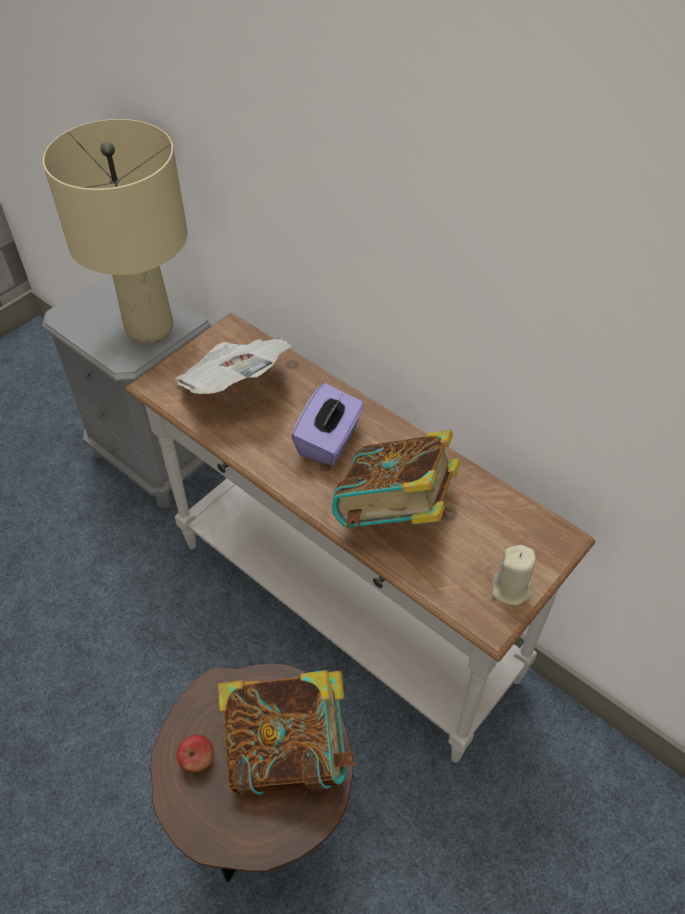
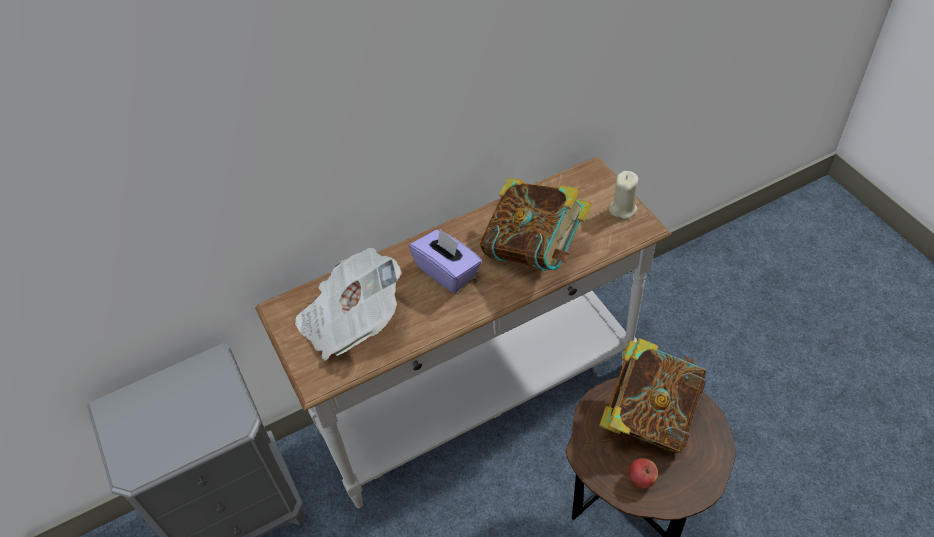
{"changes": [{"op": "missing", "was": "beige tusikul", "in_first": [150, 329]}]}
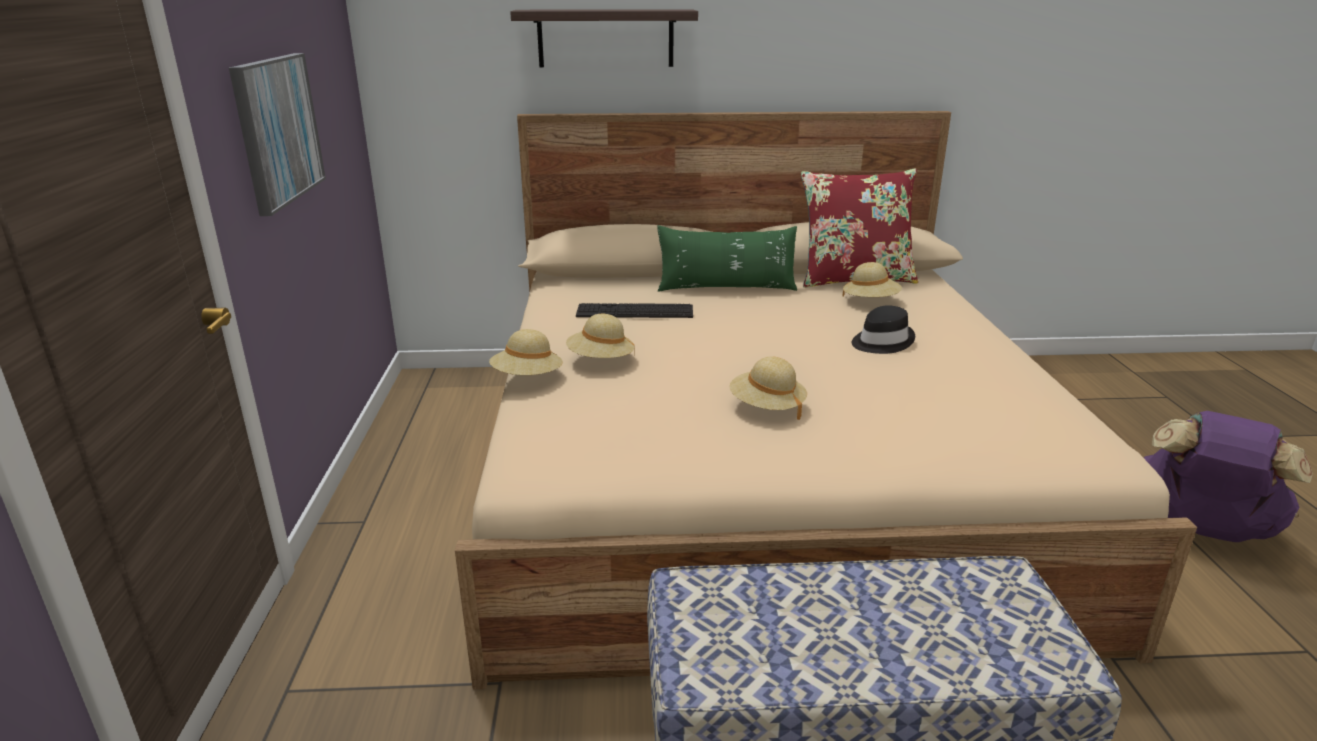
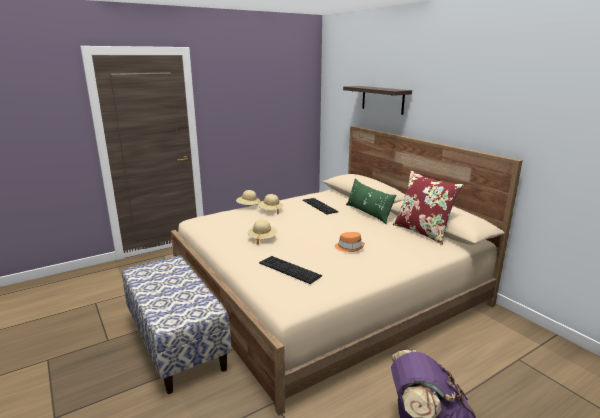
{"changes": [{"op": "appeared", "now": "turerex", "in_second": [289, 269]}, {"op": "colour", "was": "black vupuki", "now": "orange vupuki", "in_first": [881, 342], "in_second": [349, 247]}, {"op": "missing", "was": "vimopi", "in_first": [277, 130]}, {"op": "missing", "was": "beige vupuki", "in_first": [870, 301]}]}
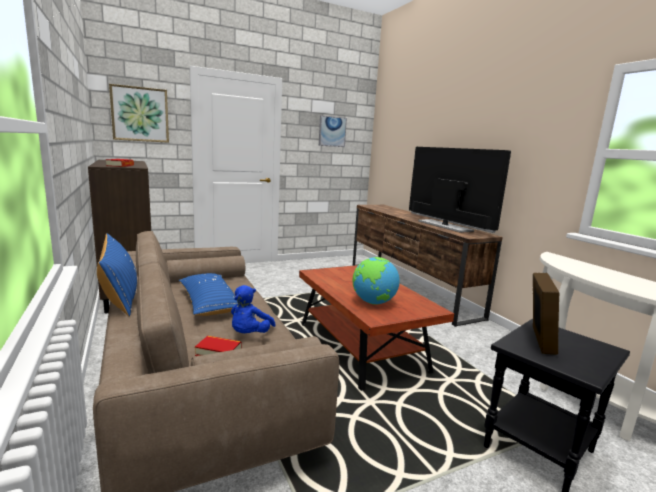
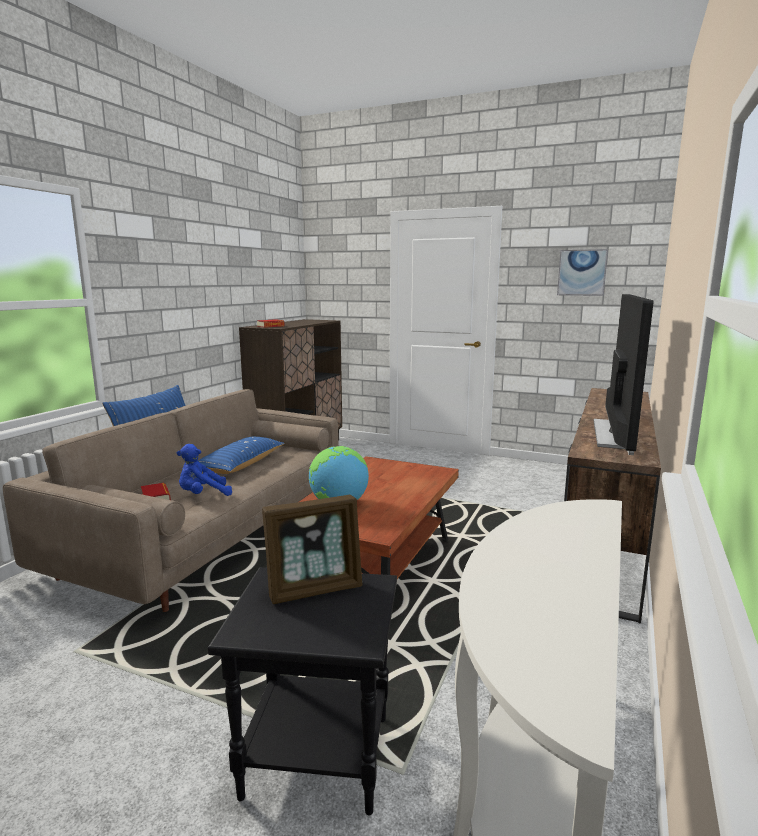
{"changes": [{"op": "missing", "was": "vimopi", "in_first": [140, 114]}]}
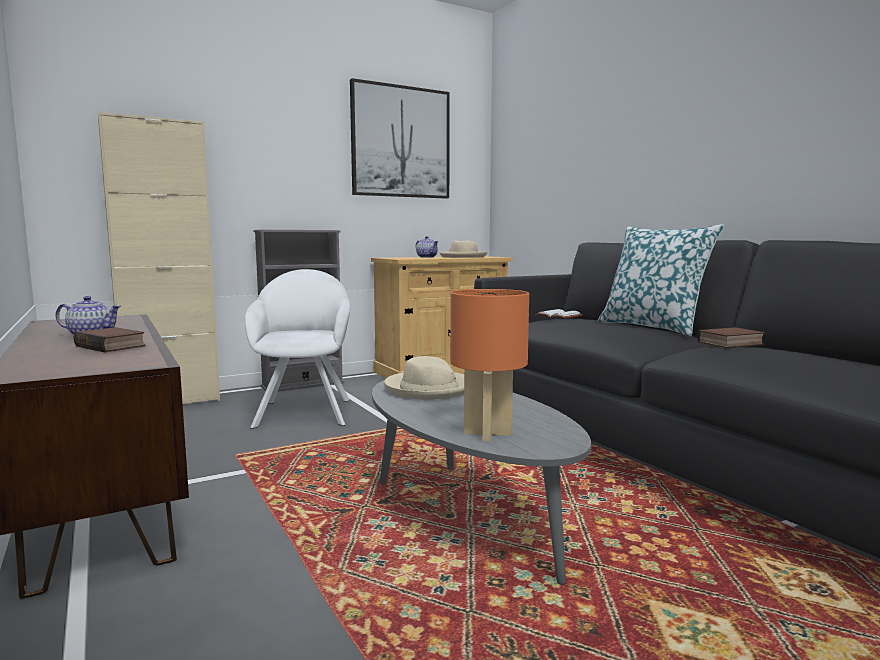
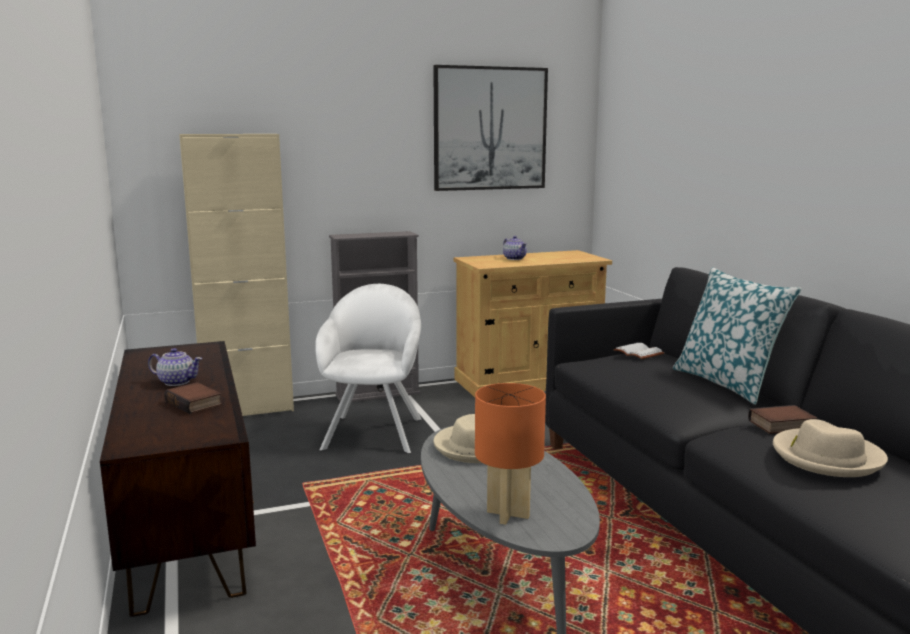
{"changes": [{"op": "relocated", "was": "beige vupuki", "in_first": [463, 257], "in_second": [826, 457]}]}
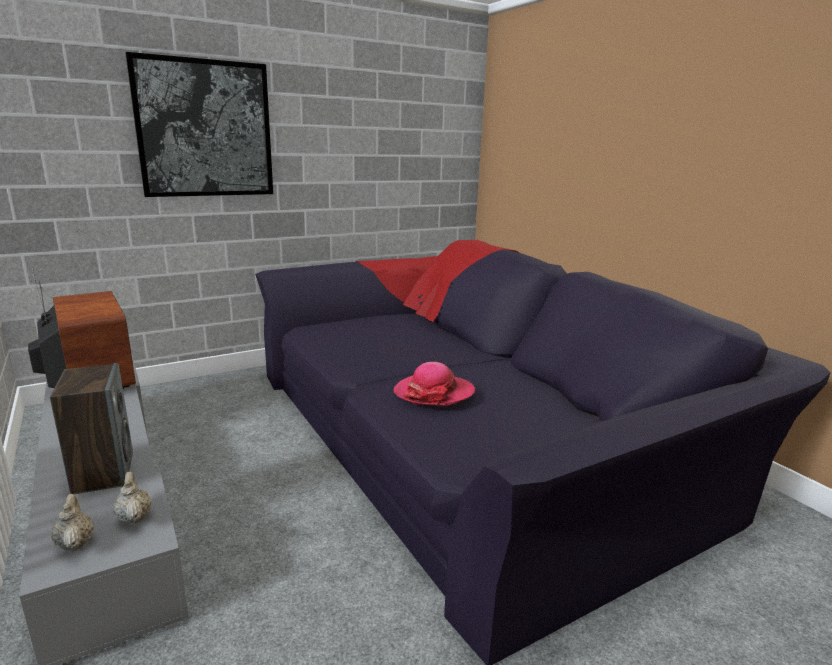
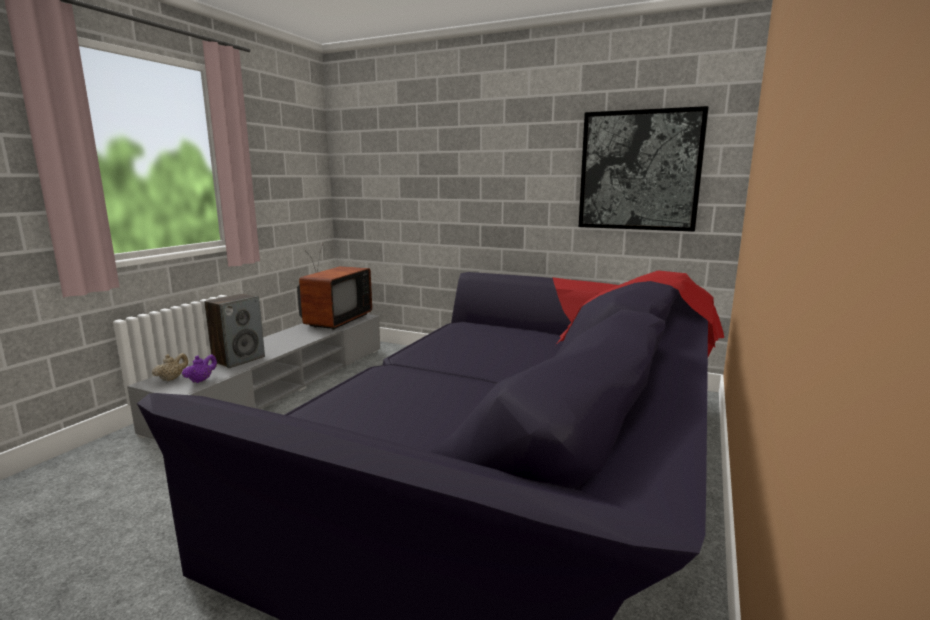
{"changes": [{"op": "colour", "was": "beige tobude", "now": "purple tobude", "in_first": [134, 517], "in_second": [201, 380]}, {"op": "relocated", "was": "vimopi", "in_first": [205, 129], "in_second": [639, 171]}, {"op": "missing", "was": "vupuki", "in_first": [434, 393]}]}
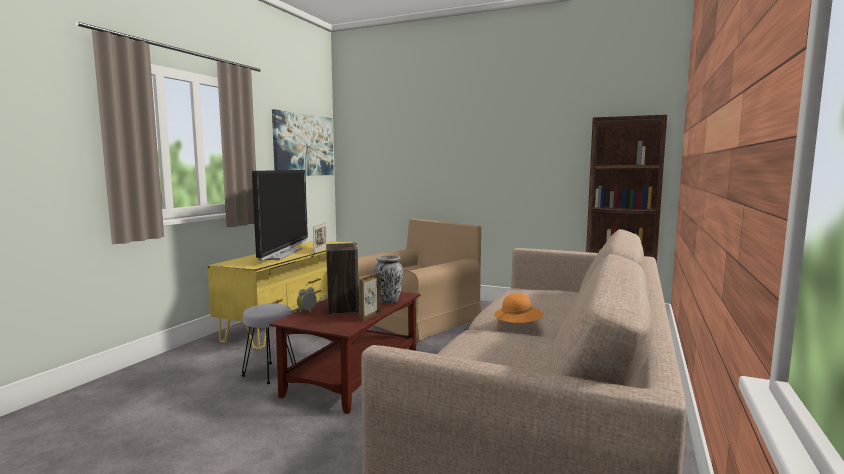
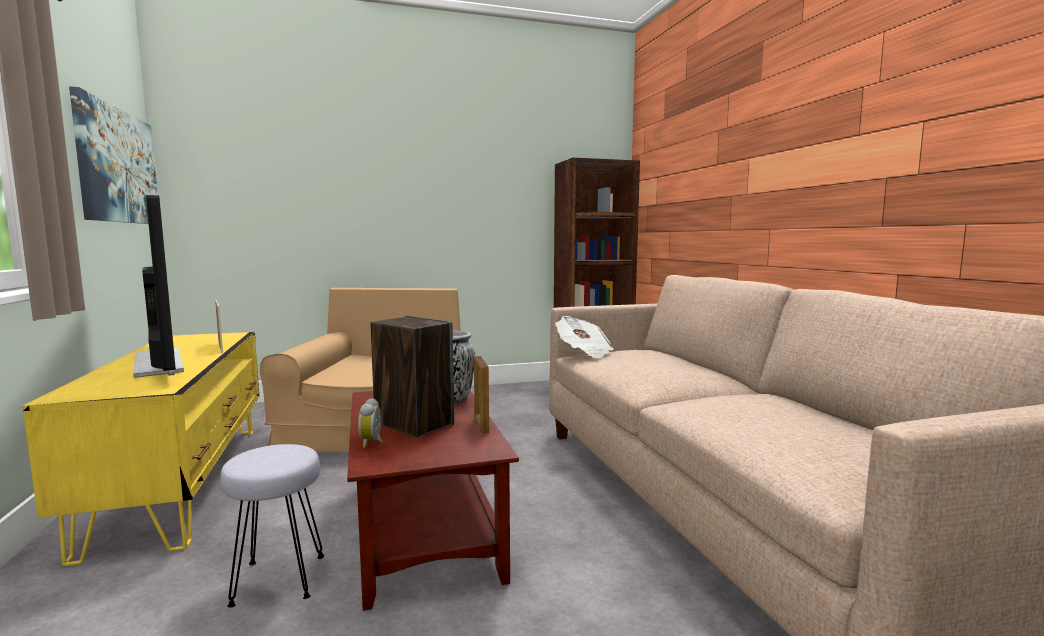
{"changes": [{"op": "appeared", "now": "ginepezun", "in_second": [584, 352]}, {"op": "missing", "was": "orange vupuki", "in_first": [518, 325]}]}
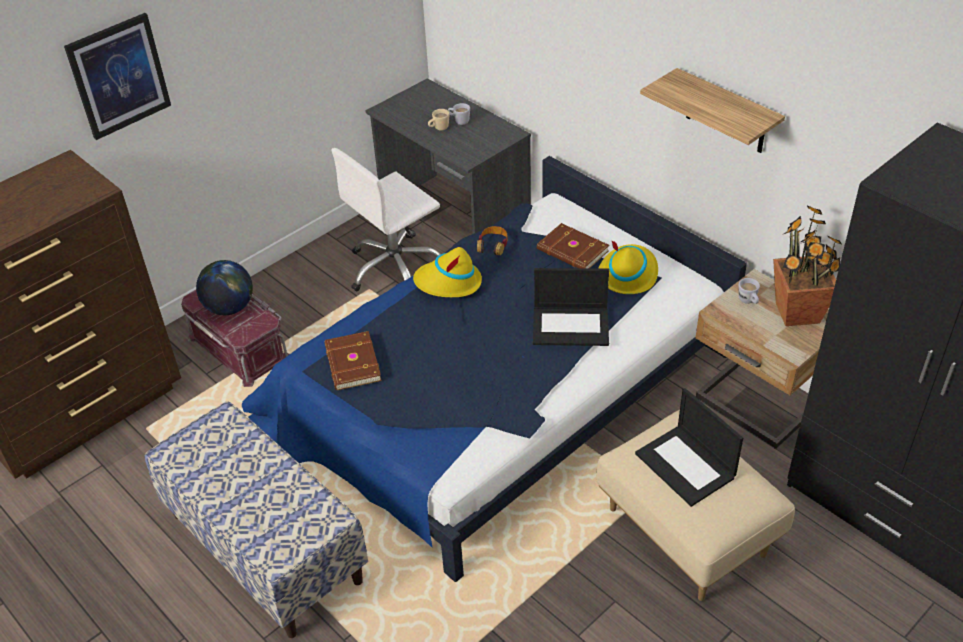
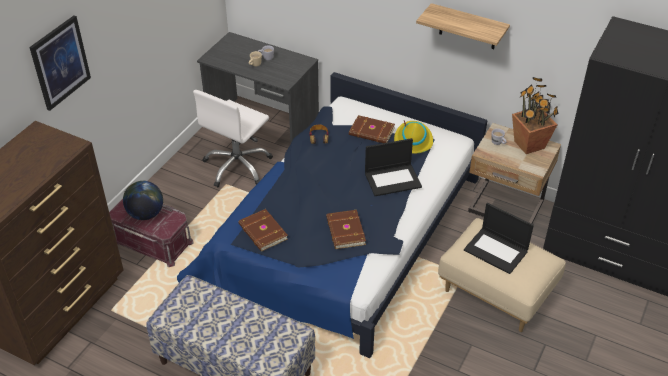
{"changes": [{"op": "appeared", "now": "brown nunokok", "in_second": [345, 231]}, {"op": "missing", "was": "yellow vupuki", "in_first": [448, 283]}]}
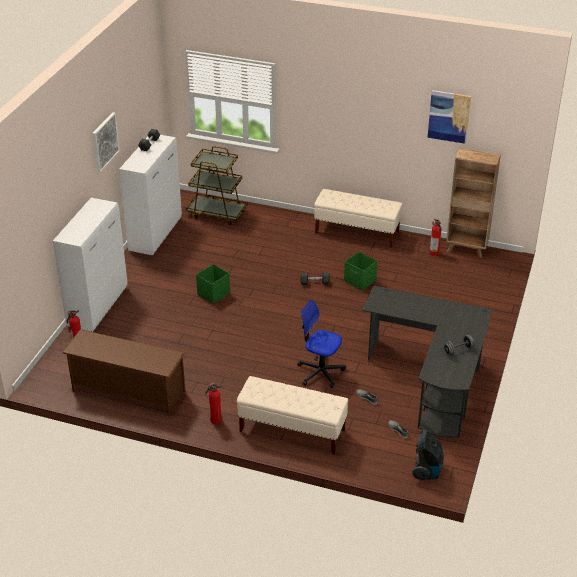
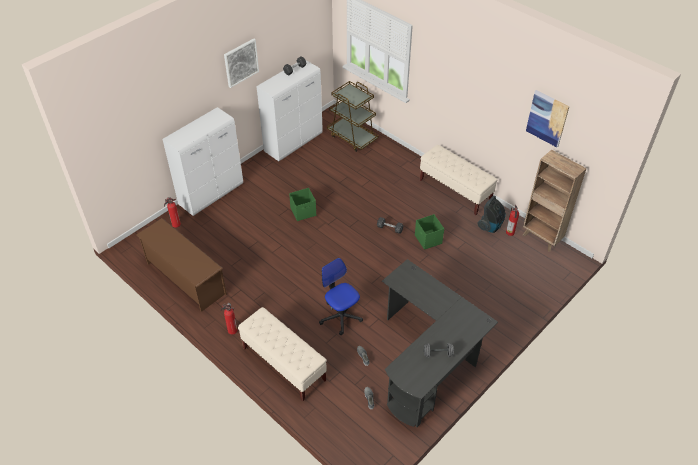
{"changes": [{"op": "relocated", "was": "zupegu", "in_first": [427, 470], "in_second": [491, 226]}]}
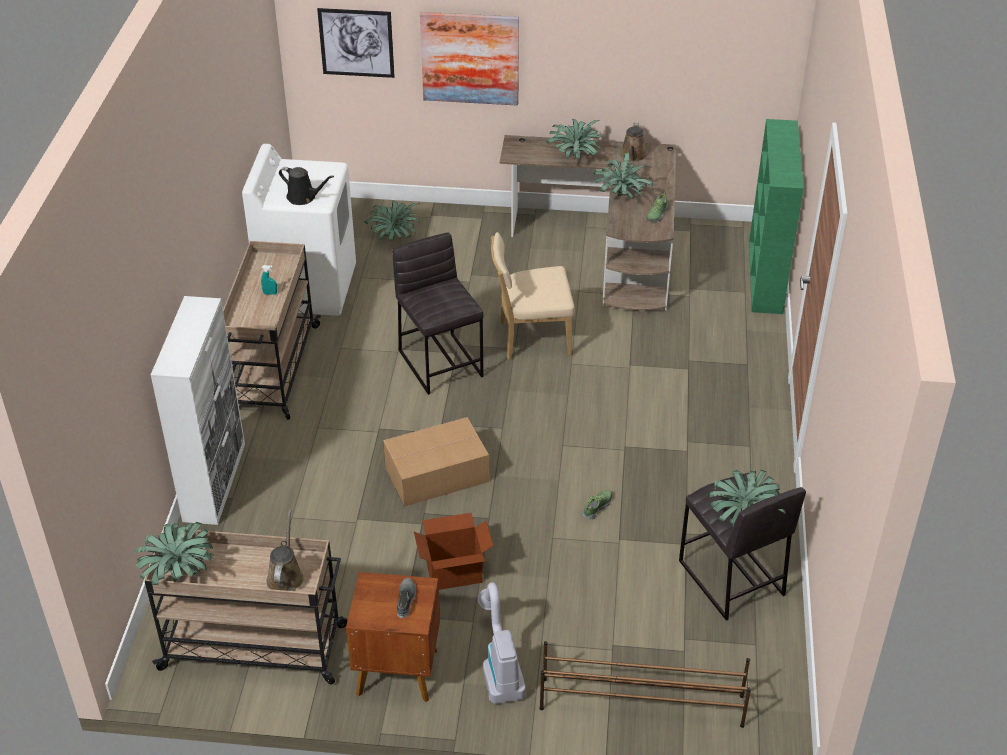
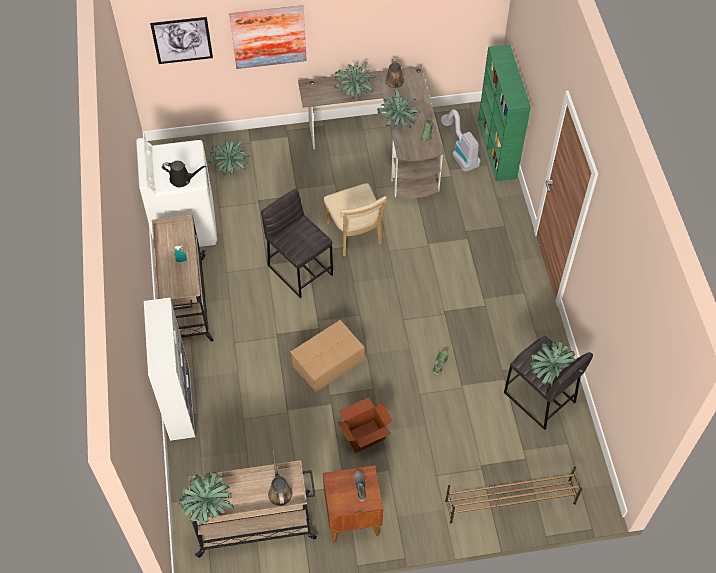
{"changes": [{"op": "spun", "was": "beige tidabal", "in_first": [531, 338], "in_second": [355, 236], "clockwise": -90}, {"op": "relocated", "was": "zupegu", "in_first": [499, 666], "in_second": [460, 153]}]}
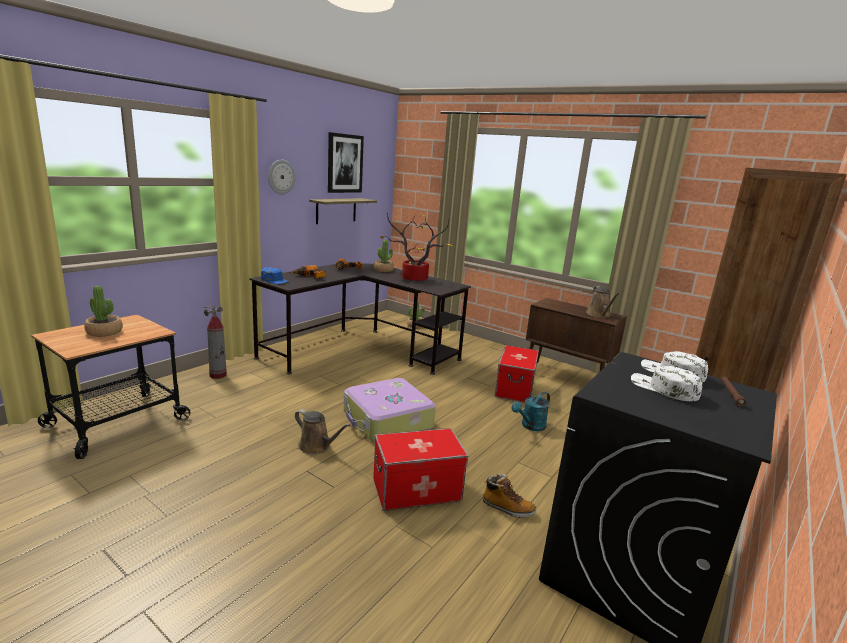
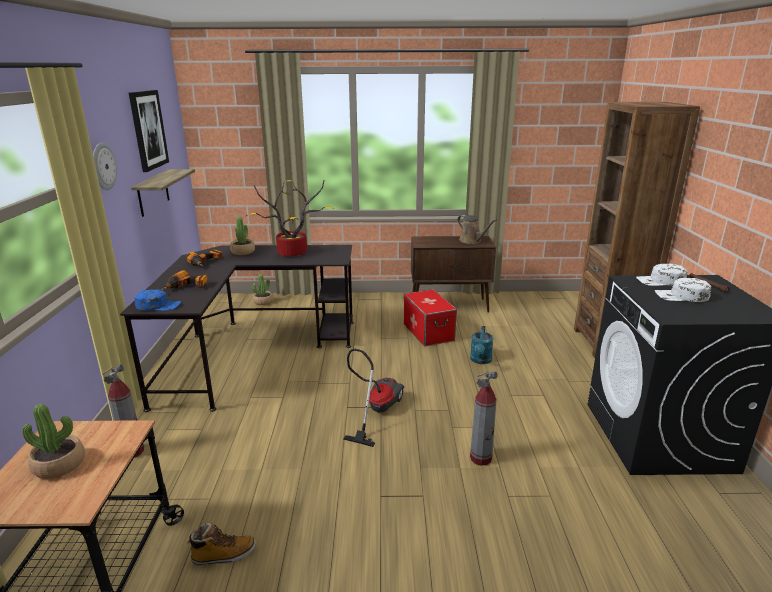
{"changes": [{"op": "relocated", "was": "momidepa", "in_first": [507, 508], "in_second": [223, 555]}, {"op": "exchanged", "was": "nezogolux", "now": "zupegu", "in_first": [387, 420], "in_second": [376, 411]}, {"op": "exchanged", "was": "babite", "now": "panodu", "in_first": [417, 489], "in_second": [481, 458]}, {"op": "missing", "was": "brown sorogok", "in_first": [316, 446]}]}
